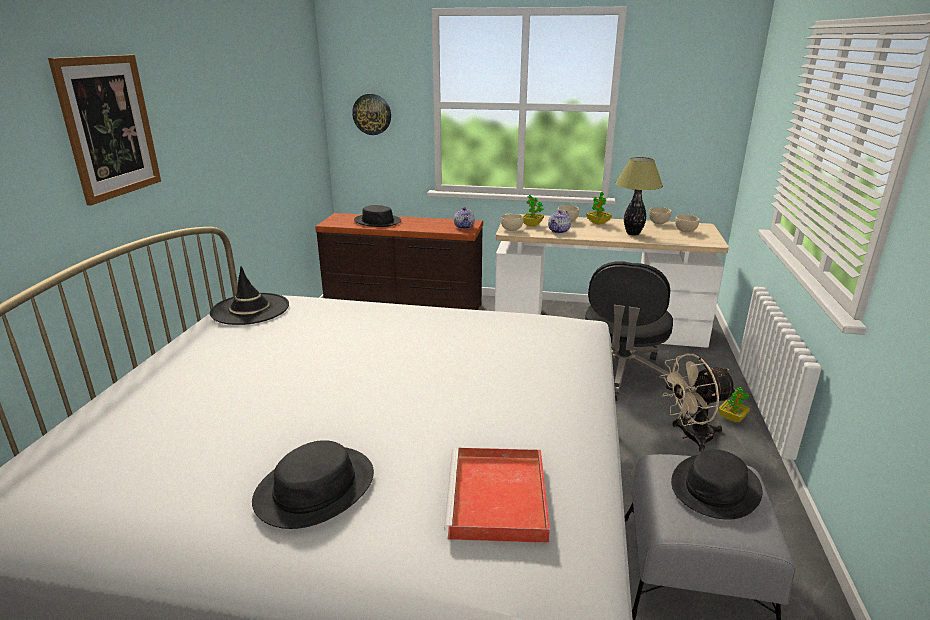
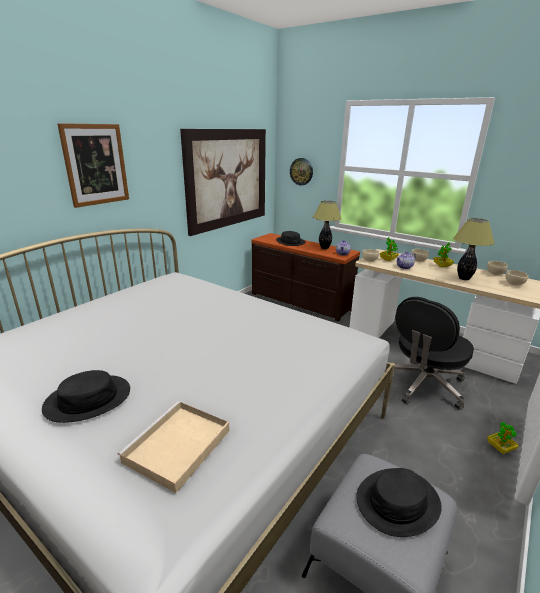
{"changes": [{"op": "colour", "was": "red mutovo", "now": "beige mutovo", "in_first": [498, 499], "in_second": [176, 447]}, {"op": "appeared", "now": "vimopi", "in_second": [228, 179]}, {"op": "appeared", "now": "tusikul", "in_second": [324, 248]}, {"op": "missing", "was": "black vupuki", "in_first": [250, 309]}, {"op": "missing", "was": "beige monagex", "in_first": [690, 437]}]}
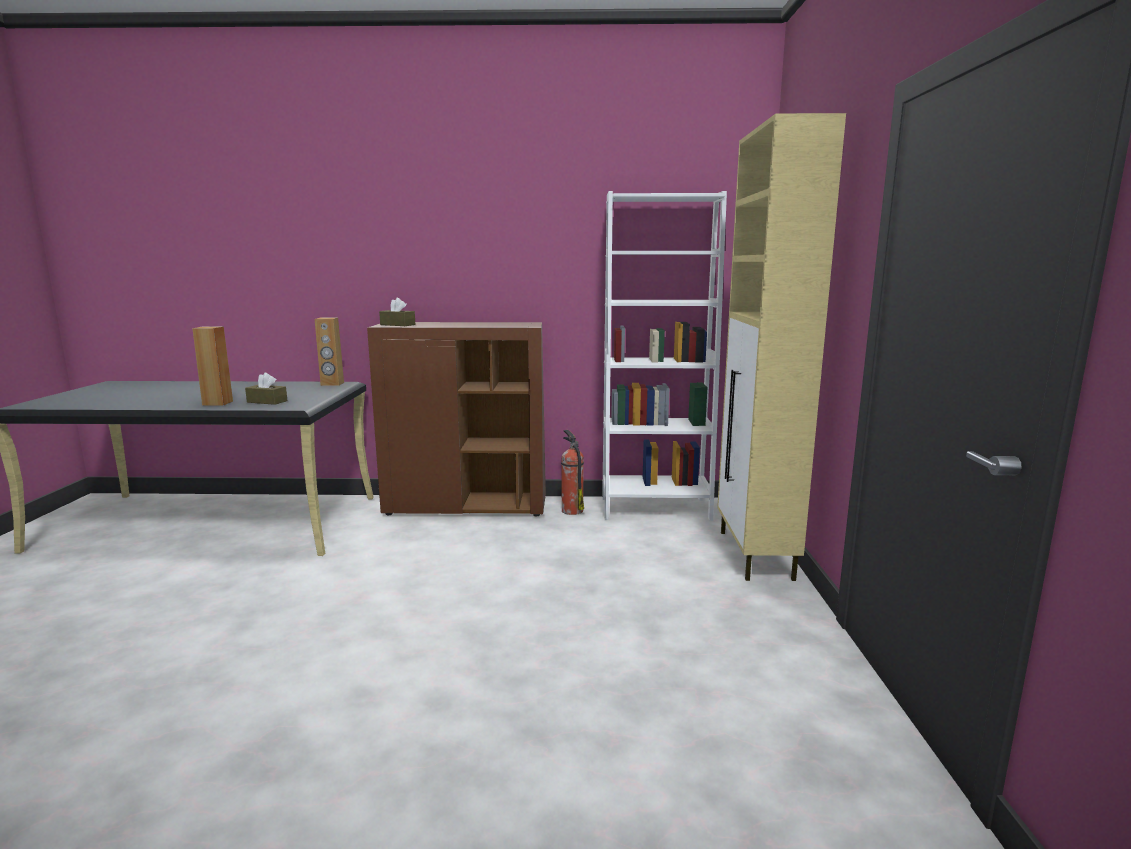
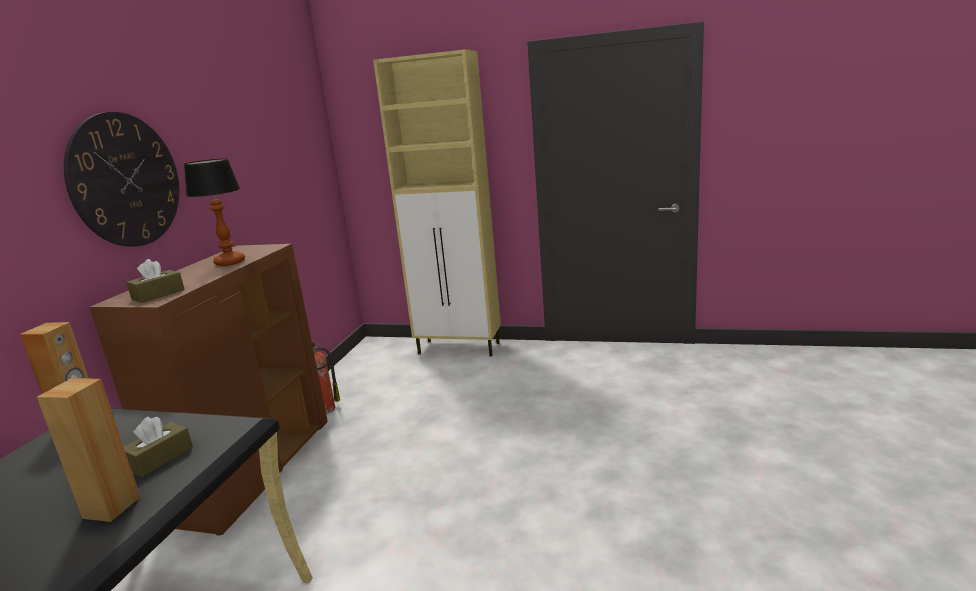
{"changes": [{"op": "appeared", "now": "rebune", "in_second": [125, 180]}, {"op": "appeared", "now": "tusikul", "in_second": [230, 262]}, {"op": "missing", "was": "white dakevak", "in_first": [655, 508]}]}
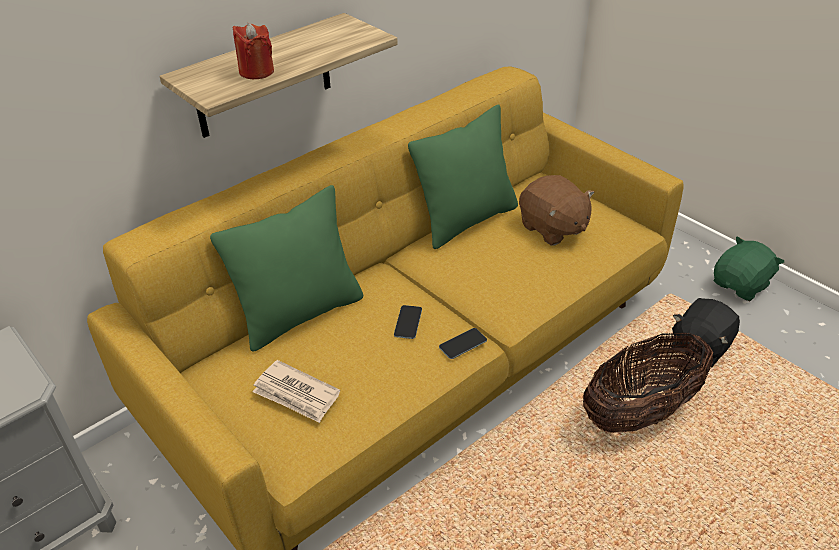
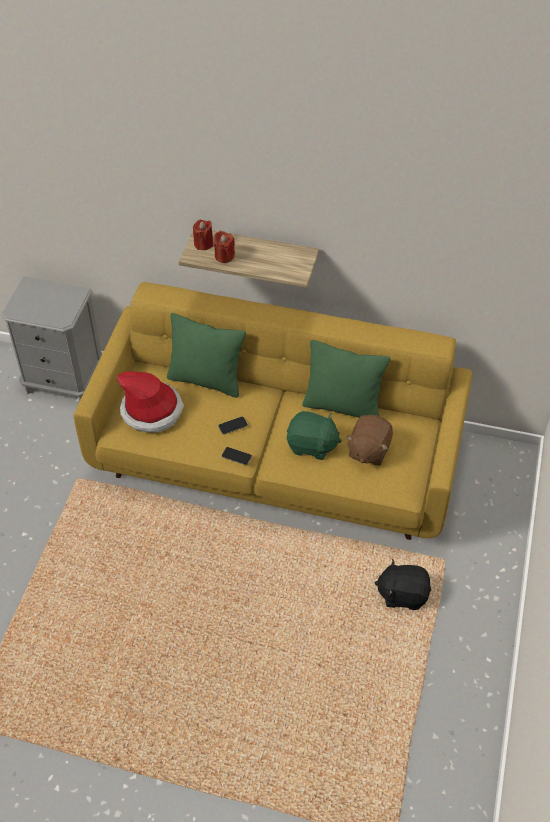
{"changes": [{"op": "exchanged", "was": "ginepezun", "now": "vupuki", "in_first": [296, 394], "in_second": [152, 410]}, {"op": "appeared", "now": "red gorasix", "in_second": [203, 244]}, {"op": "relocated", "was": "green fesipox", "in_first": [741, 285], "in_second": [312, 445]}, {"op": "missing", "was": "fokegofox", "in_first": [640, 412]}]}
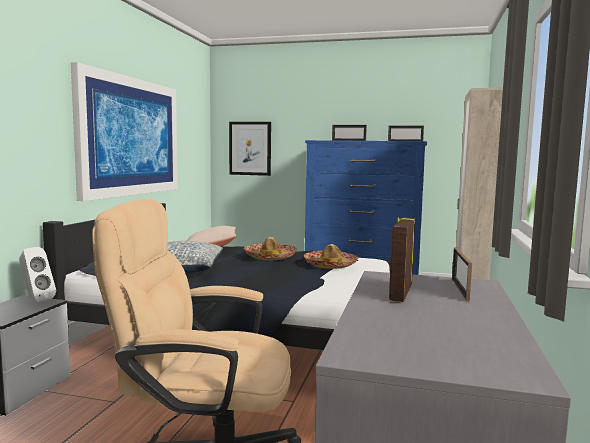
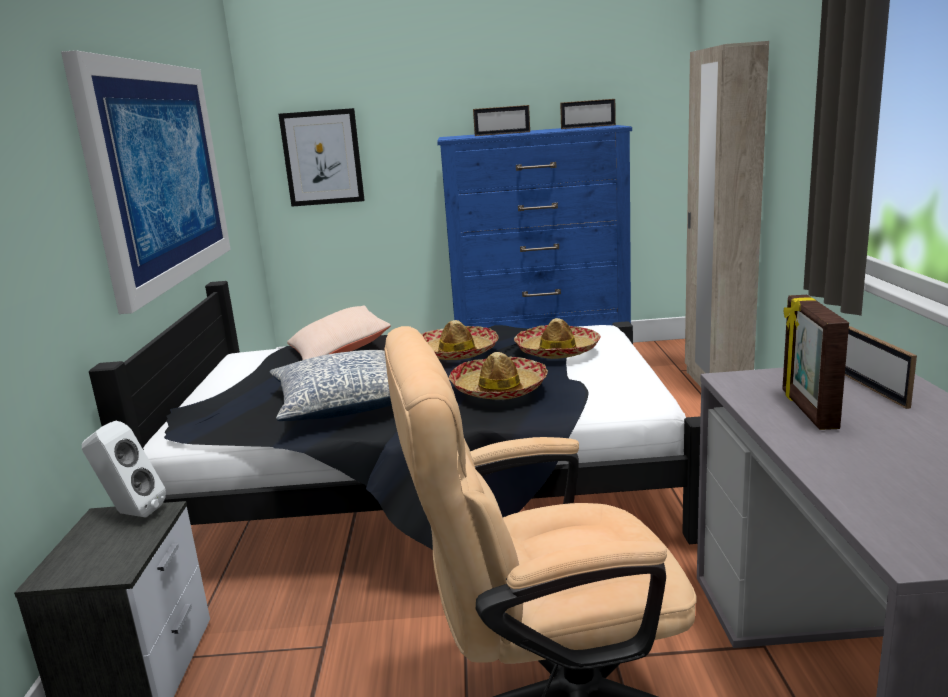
{"changes": [{"op": "appeared", "now": "vupuki", "in_second": [499, 389]}]}
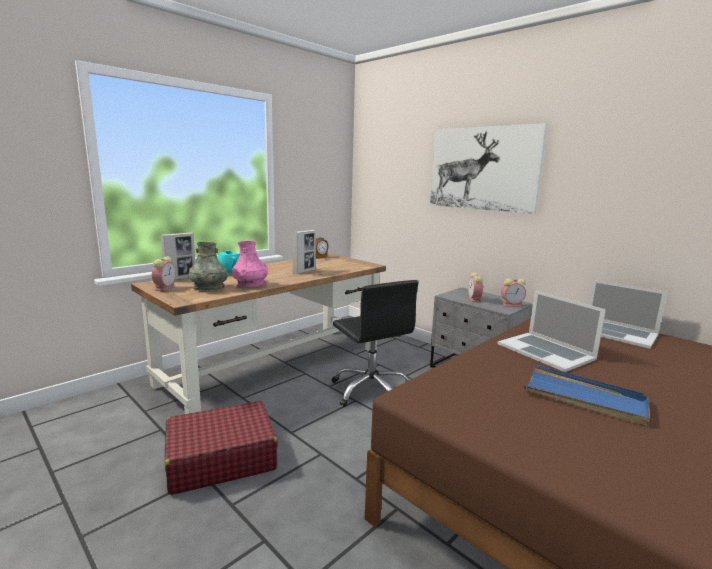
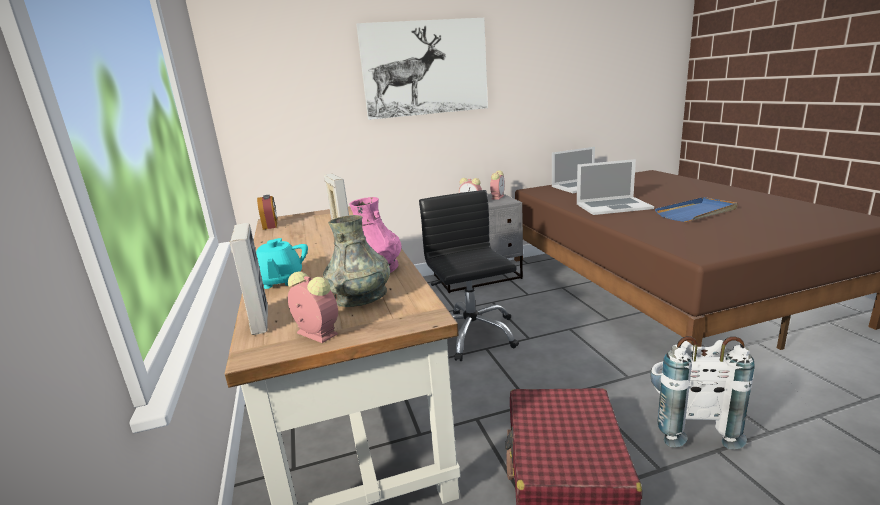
{"changes": [{"op": "spun", "was": "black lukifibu", "in_first": [371, 390], "in_second": [471, 334], "clockwise": -105}, {"op": "appeared", "now": "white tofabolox", "in_second": [687, 424]}]}
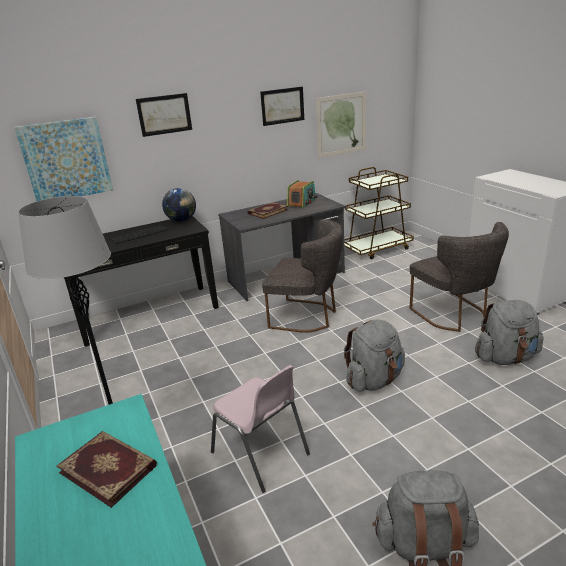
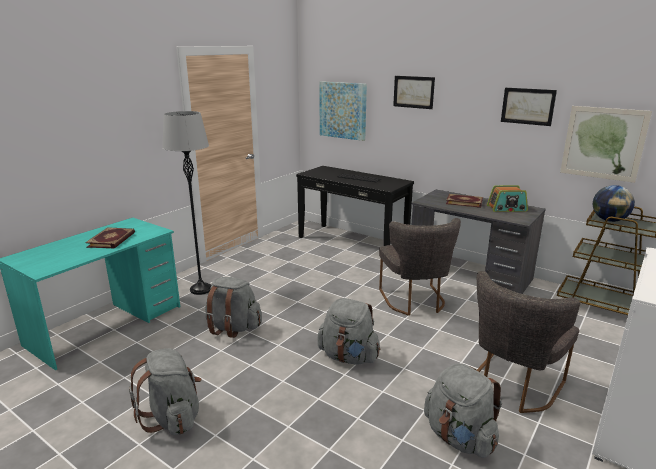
{"changes": [{"op": "exchanged", "was": "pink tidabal", "now": "grey tofabolox", "in_first": [261, 454], "in_second": [233, 328]}, {"op": "relocated", "was": "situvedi", "in_first": [181, 220], "in_second": [609, 220]}]}
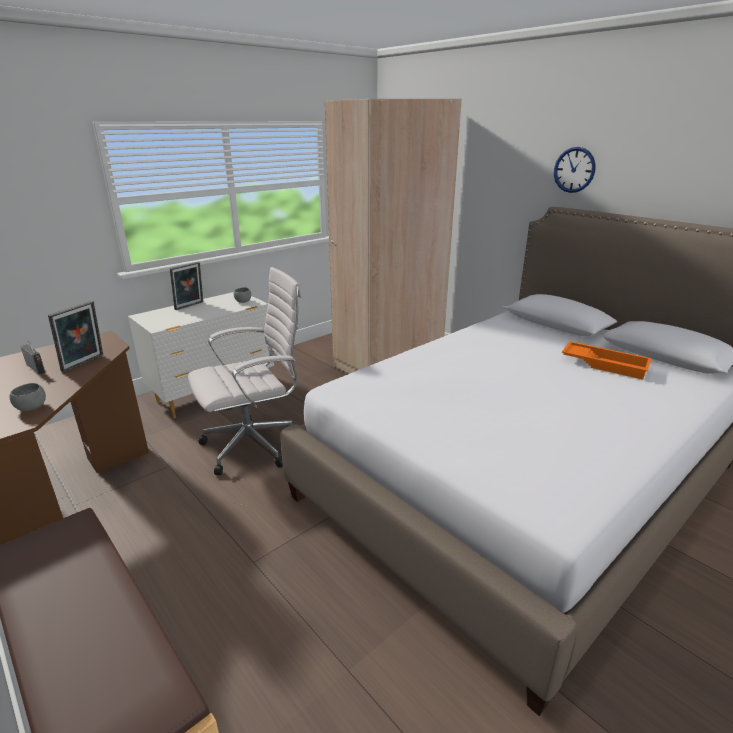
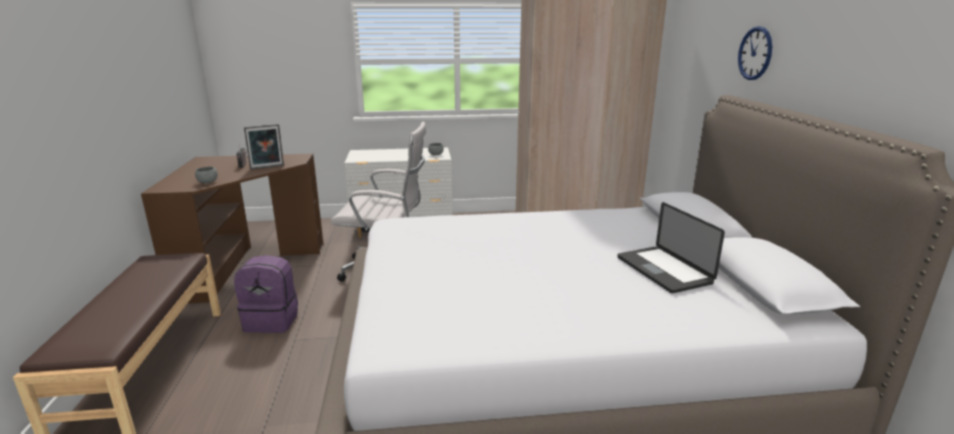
{"changes": [{"op": "appeared", "now": "purple tofabolox", "in_second": [272, 321]}, {"op": "exchanged", "was": "orange mutovo", "now": "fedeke", "in_first": [605, 364], "in_second": [663, 270]}, {"op": "missing", "was": "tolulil", "in_first": [190, 306]}]}
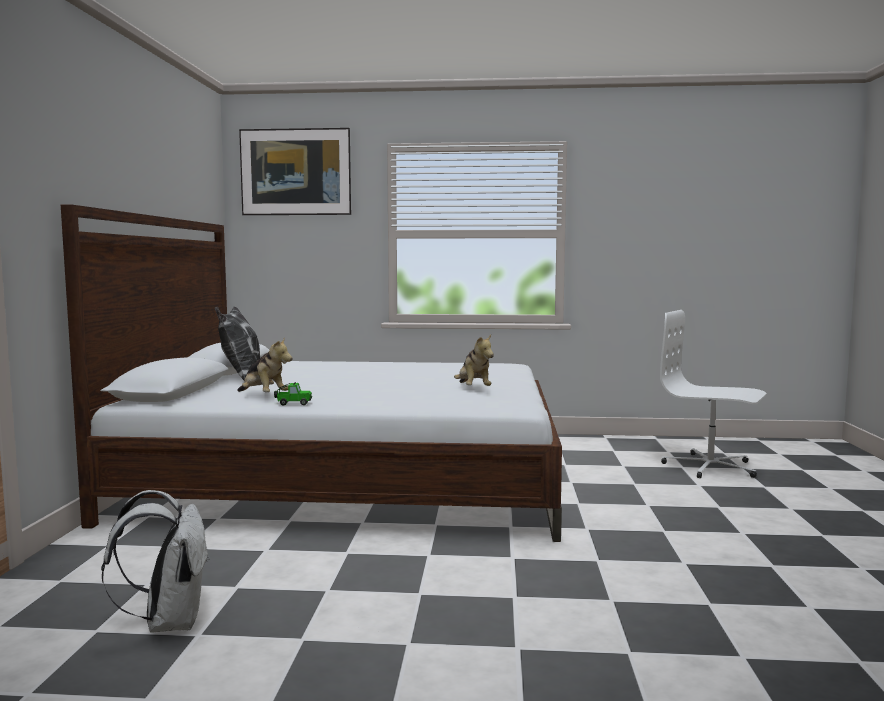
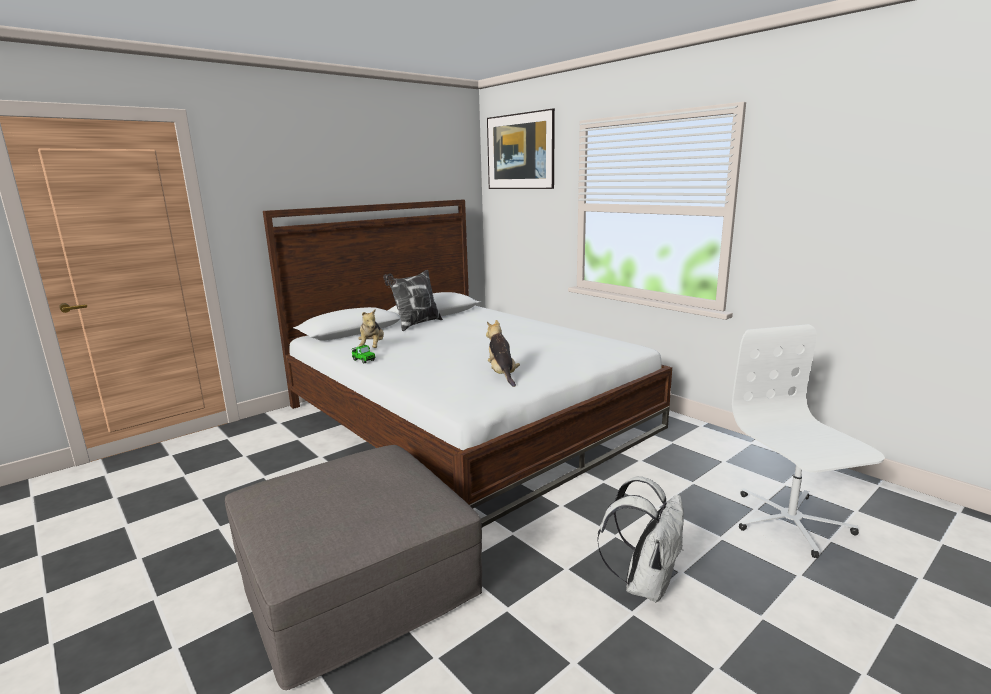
{"changes": [{"op": "appeared", "now": "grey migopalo", "in_second": [357, 579]}, {"op": "spun", "was": "fesipox", "in_first": [473, 389], "in_second": [502, 374], "clockwise": 135}, {"op": "relocated", "was": "white tofabolox", "in_first": [169, 622], "in_second": [645, 583]}]}
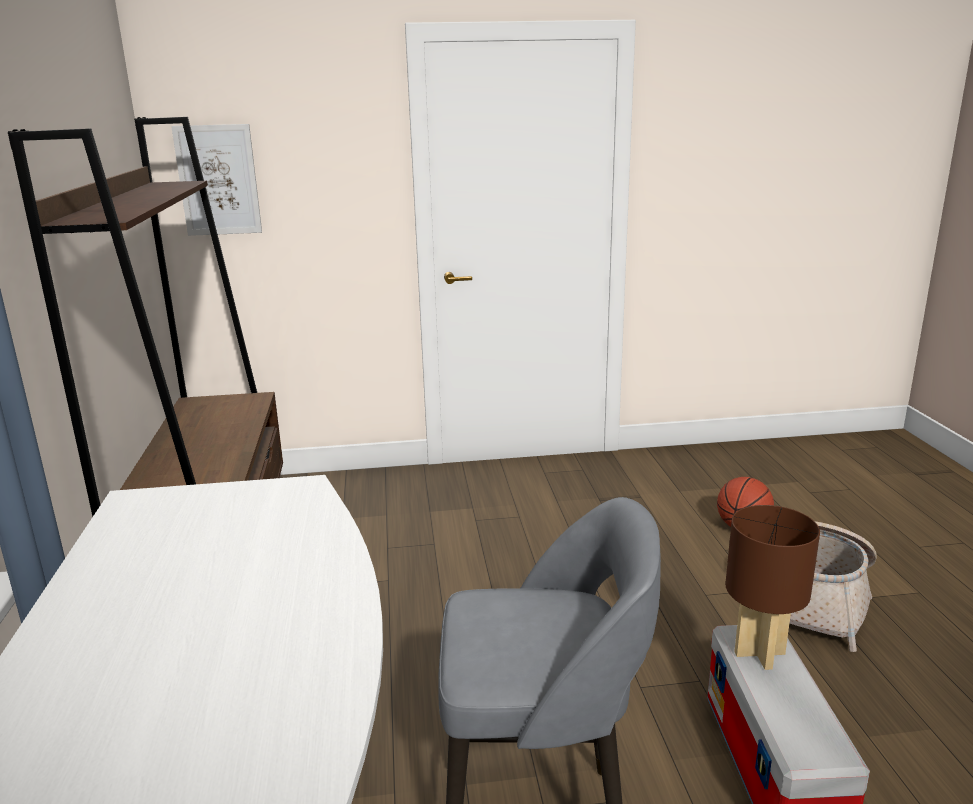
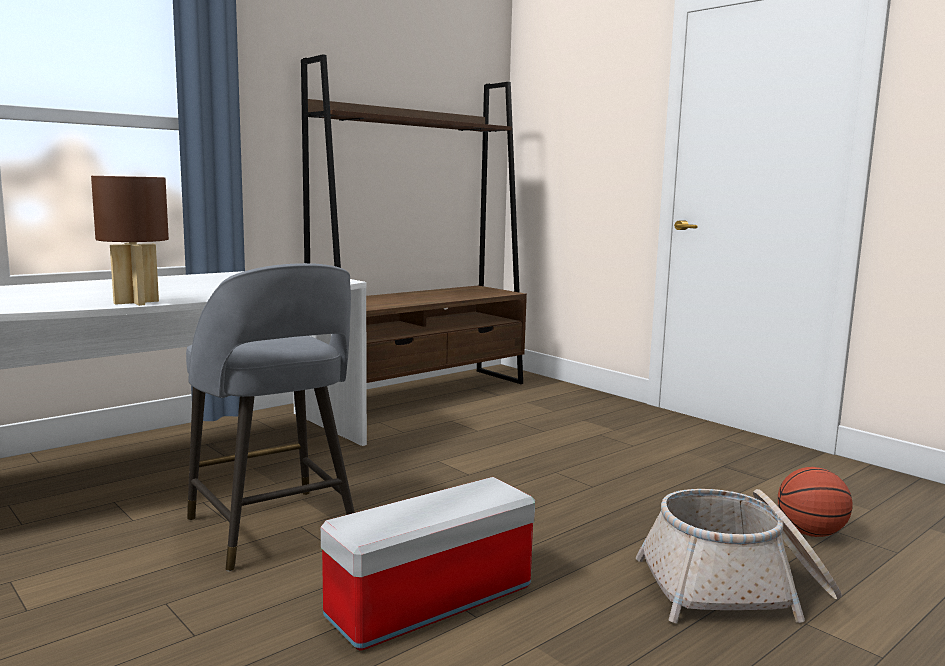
{"changes": [{"op": "relocated", "was": "brown tusikul", "in_first": [758, 652], "in_second": [137, 302]}, {"op": "missing", "was": "vimopi", "in_first": [218, 180]}]}
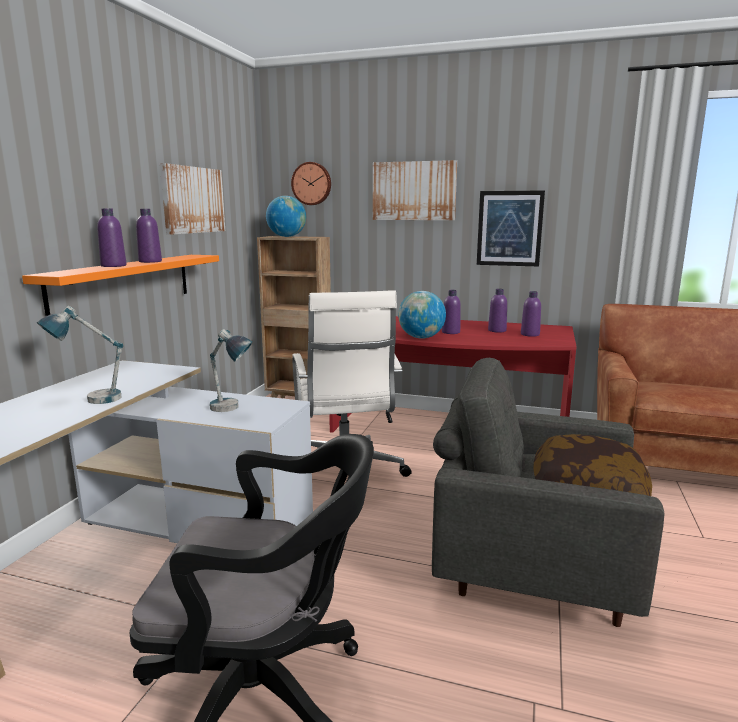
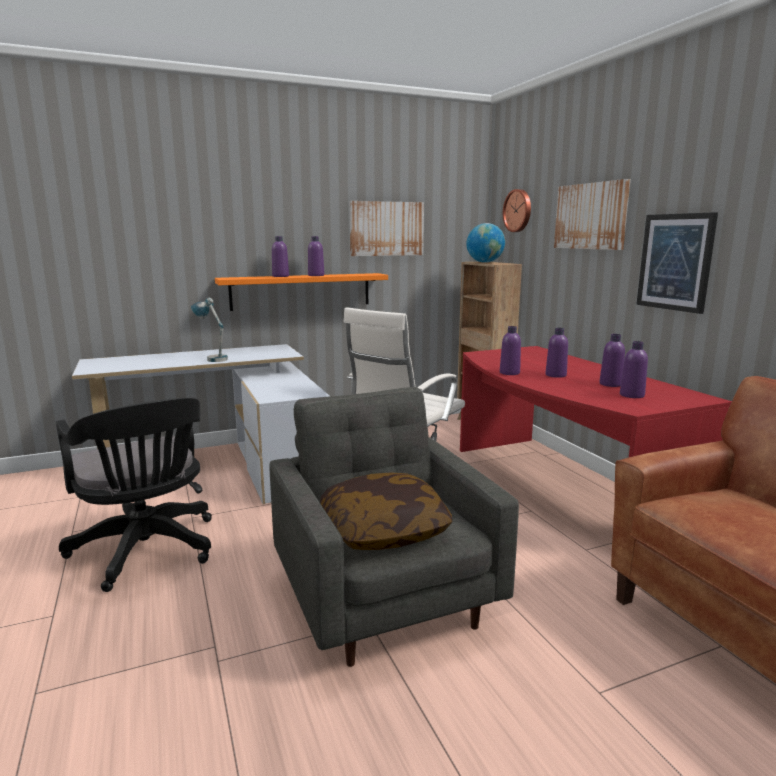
{"changes": [{"op": "exchanged", "was": "situvedi", "now": "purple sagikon", "in_first": [421, 337], "in_second": [509, 373]}, {"op": "missing", "was": "tusikul", "in_first": [231, 410]}]}
